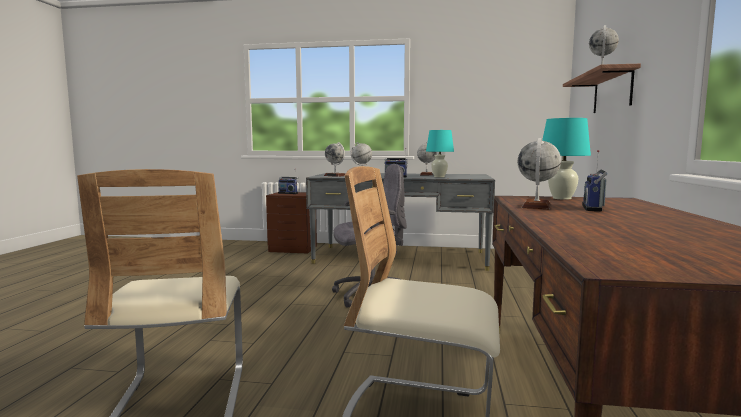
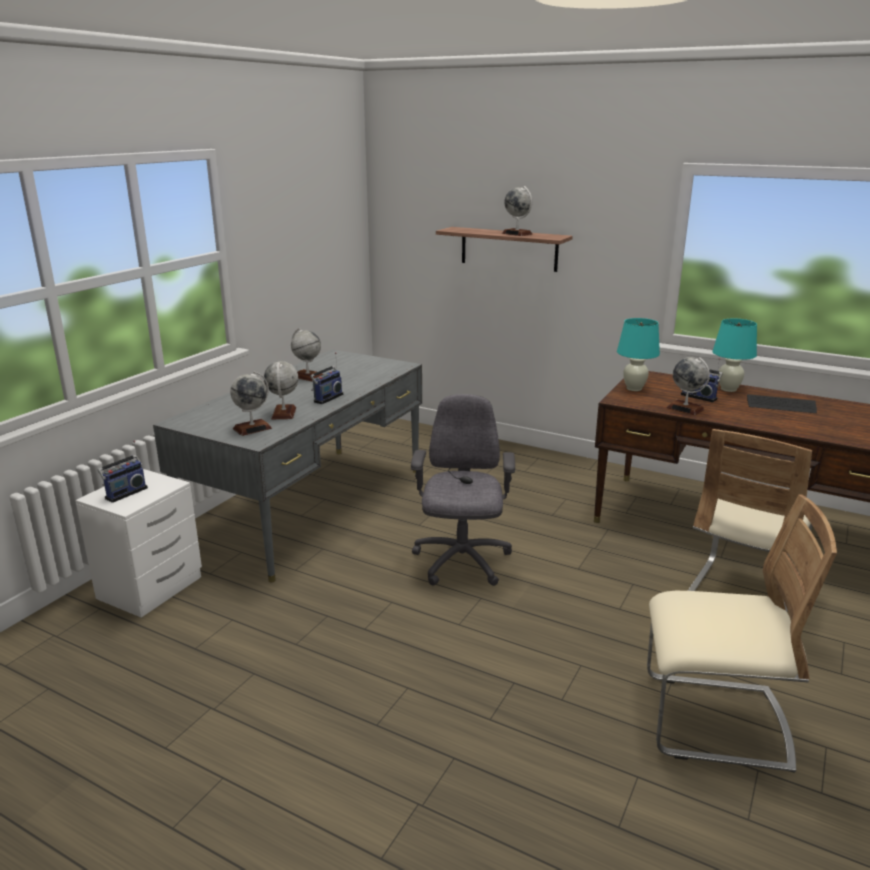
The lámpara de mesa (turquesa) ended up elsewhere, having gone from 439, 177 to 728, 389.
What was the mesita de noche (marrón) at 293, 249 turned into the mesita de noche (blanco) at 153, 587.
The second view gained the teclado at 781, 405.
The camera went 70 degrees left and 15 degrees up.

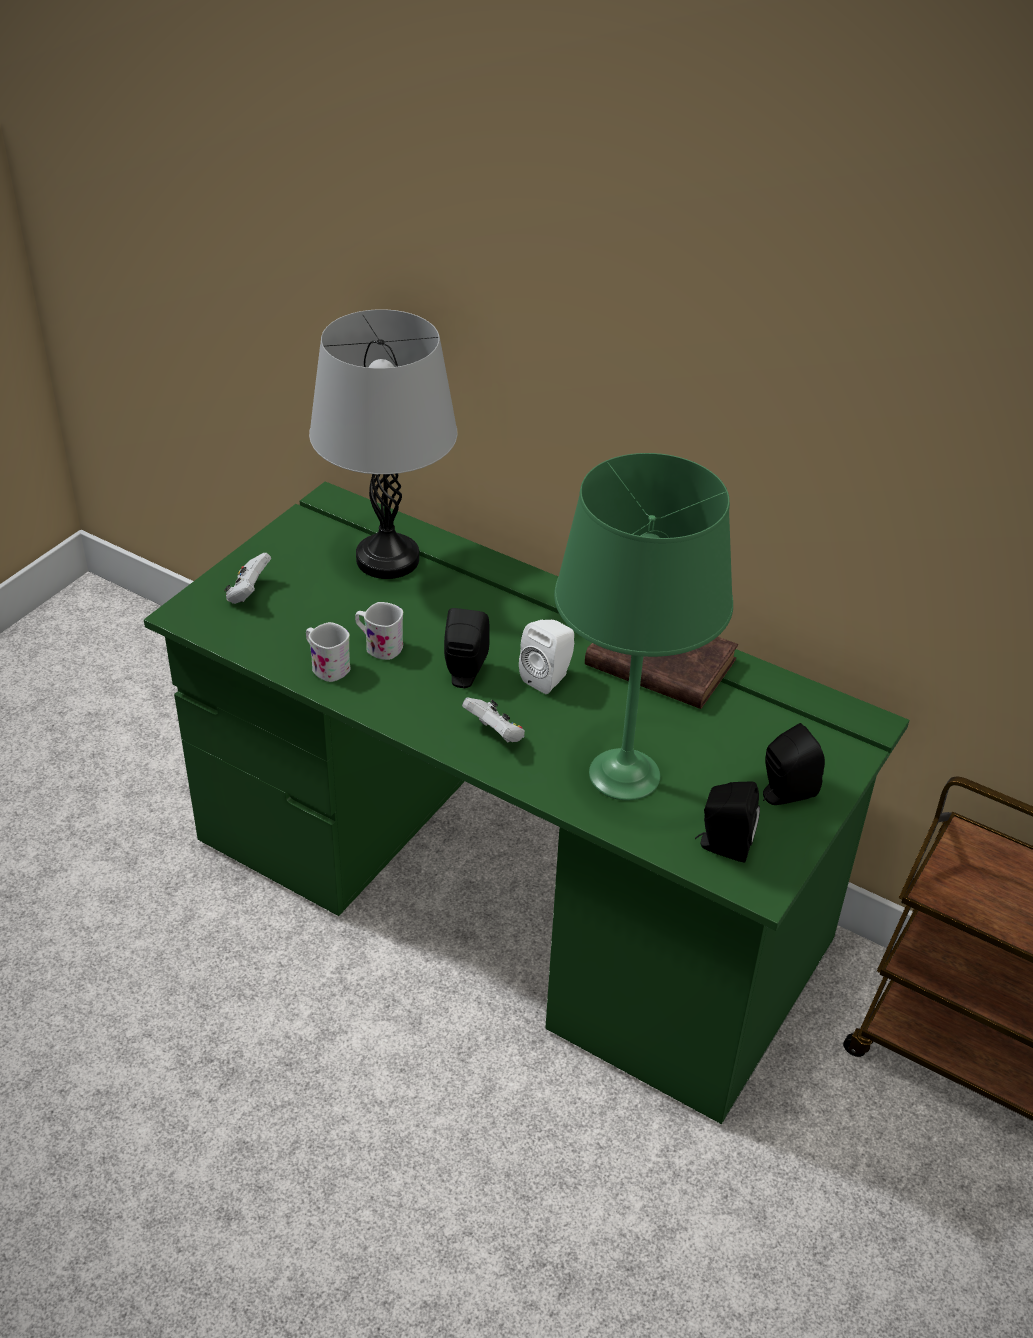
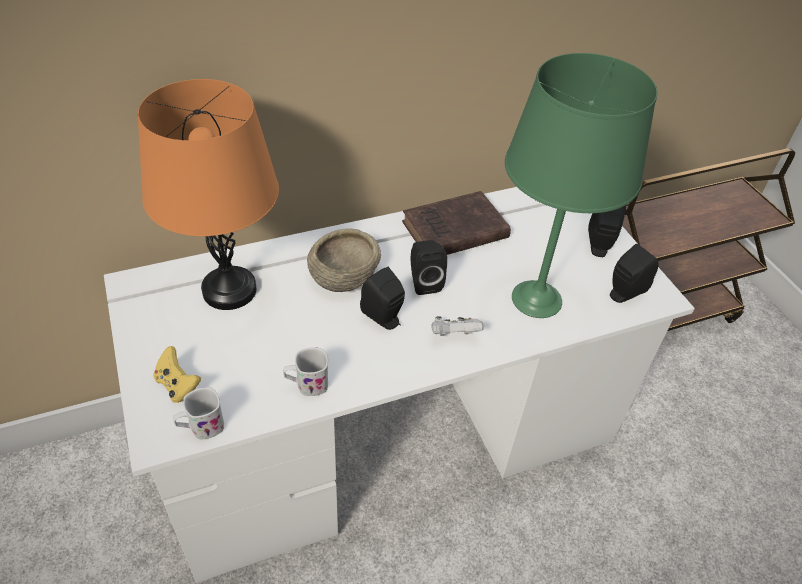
What was the lámpara de mesa (gris) at 387, 559 turned into the lámpara de mesa (naranja) at 229, 290.
What was the escritorio (verde) at 508, 891 turned into the escritorio (blanco) at 390, 432.
What was the mando de consola (blanco) at 248, 593 turned into the mando de consola (amarillo) at 178, 385.
The taza grande (blanco) ended up elsewhere, having gone from 378, 646 to 201, 427.
What was the altavoz (blanco) at 549, 677 turned into the altavoz (negro) at 424, 282.
The second view gained the cuenco (beis) at 344, 272.
The camera went 55 degrees left and 5 degrees up.

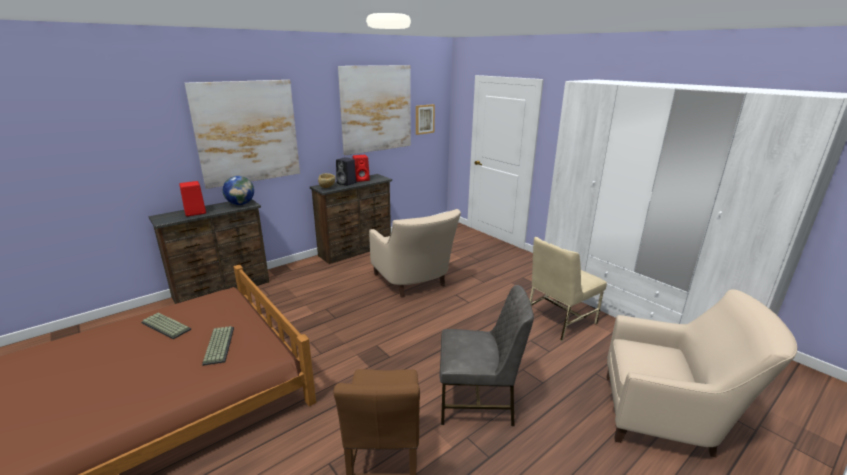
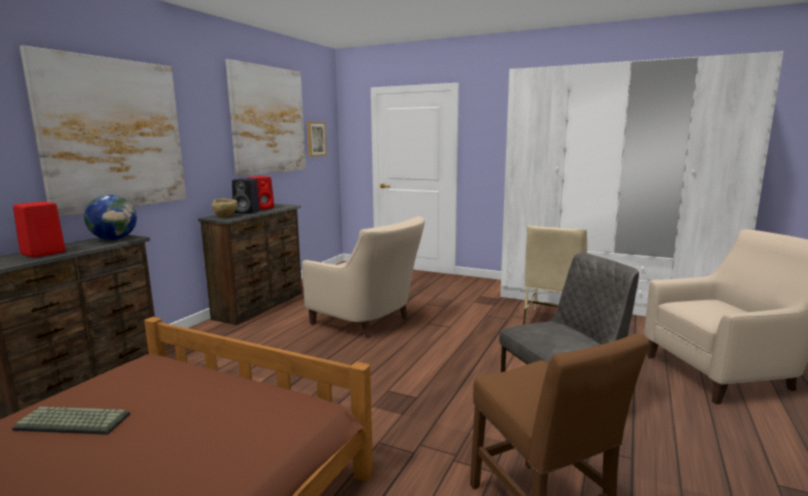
The second view lost the teclado at 218, 345.
The camera went 25 degrees left and 10 degrees down.

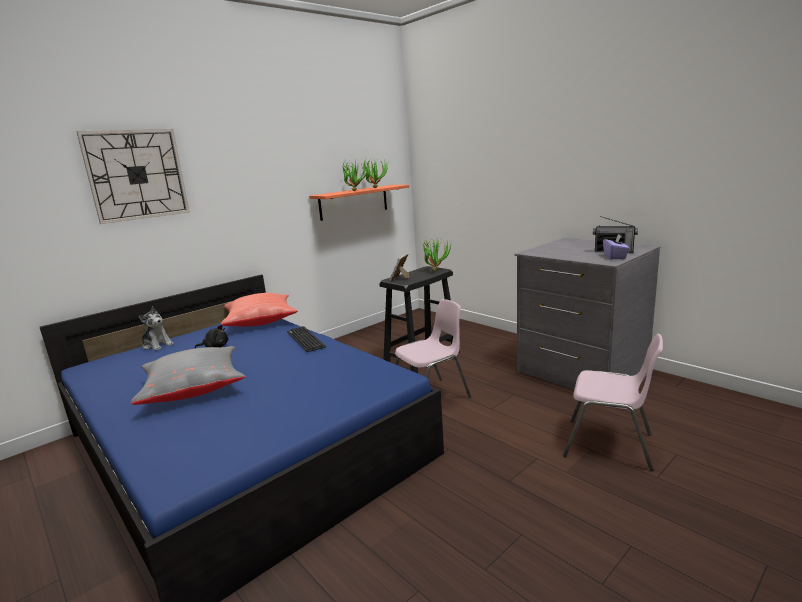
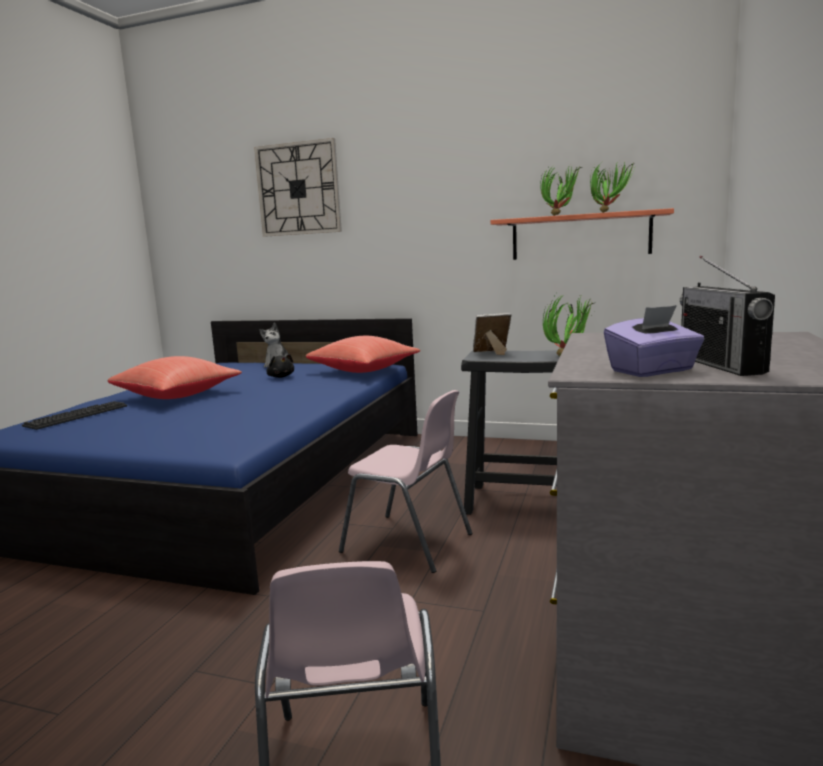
The teclado ended up elsewhere, having gone from 305, 339 to 77, 416.
What was the cojín (gris) at 193, 389 turned into the cojín (rojo) at 178, 396.
The camera went 60 degrees right and 5 degrees down.

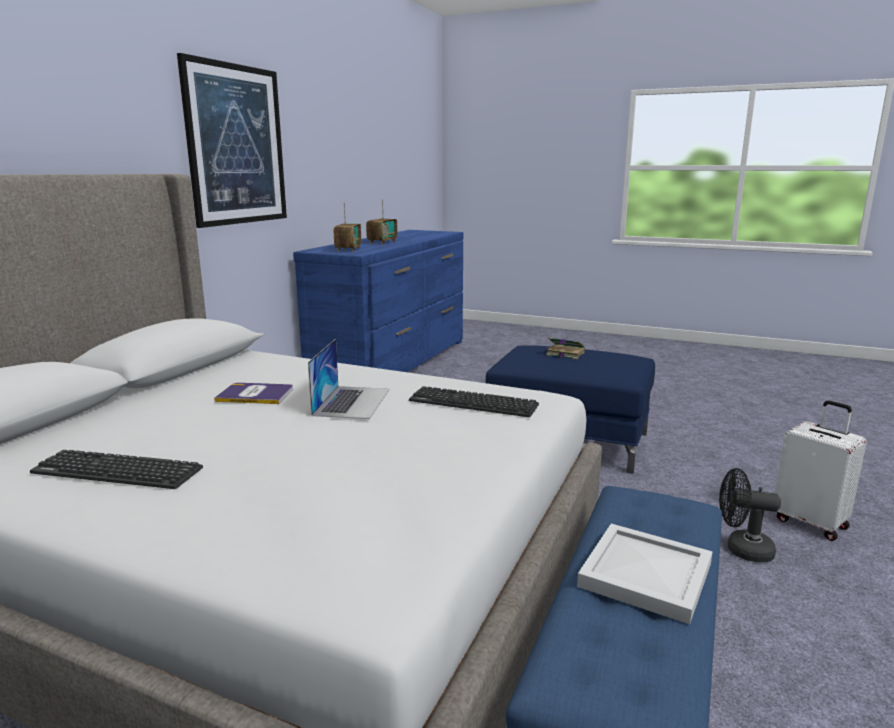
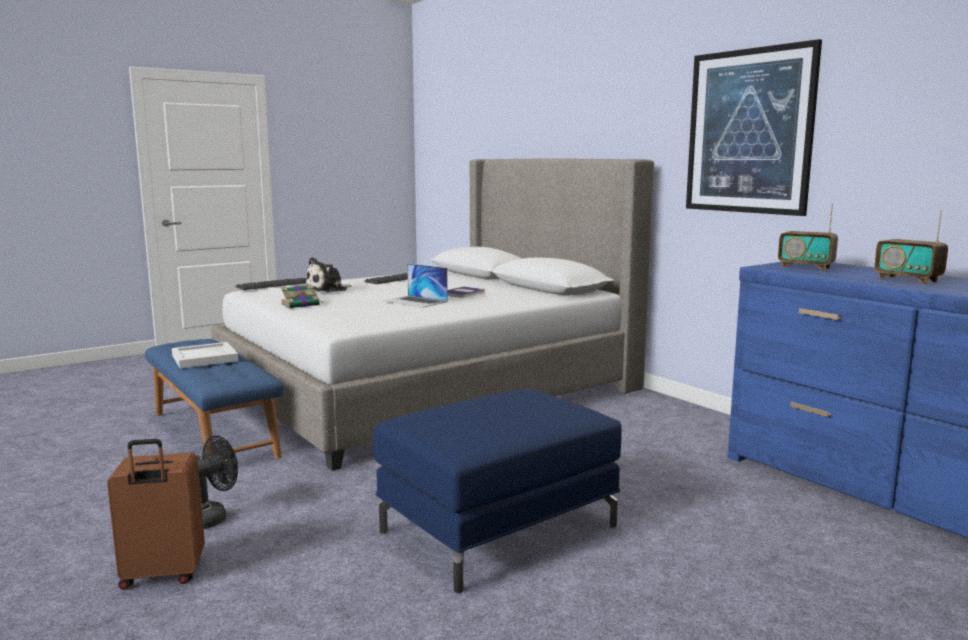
The libro ended up elsewhere, having gone from 564, 353 to 301, 304.
The teclado ended up elsewhere, having gone from 473, 403 to 274, 285.
What was the maleta (blanco) at 810, 523 turned into the maleta (marrón) at 162, 575.
The second view gained the peluche at 328, 289.
The camera went 120 degrees right and 5 degrees down.

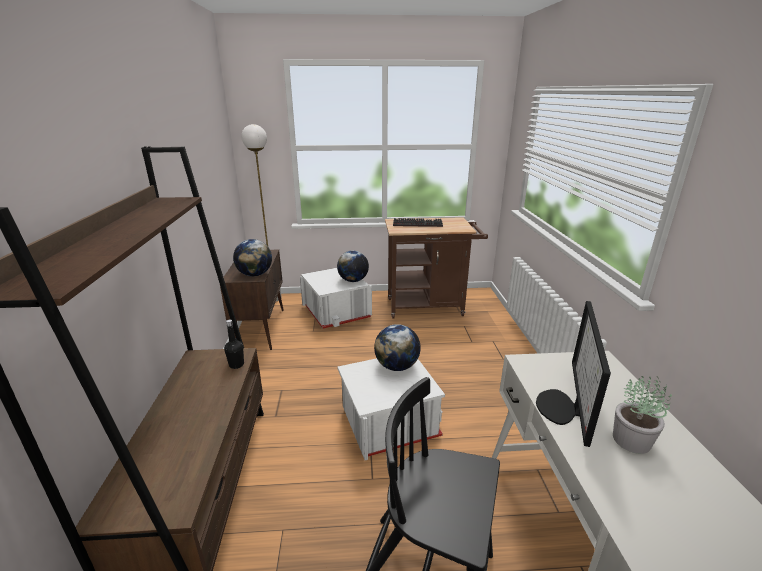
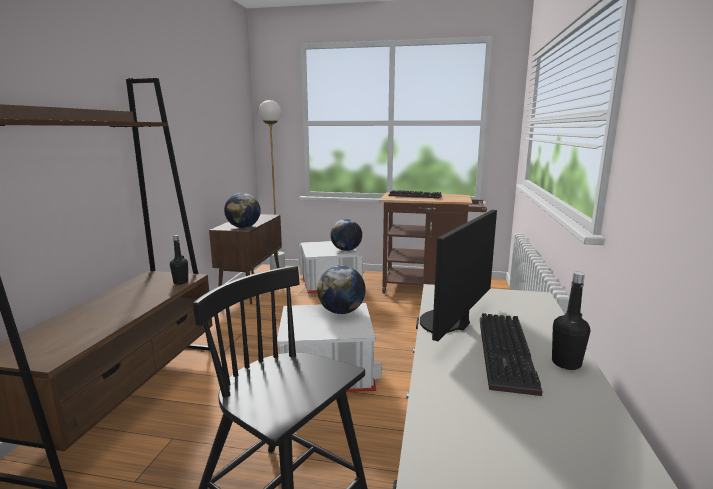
Where the planta en maceta stood at 632, 441, the teclado came to stand at 508, 354.
The second view gained the botella (negro) at 566, 363.
The camera went 15 degrees right and 10 degrees down.

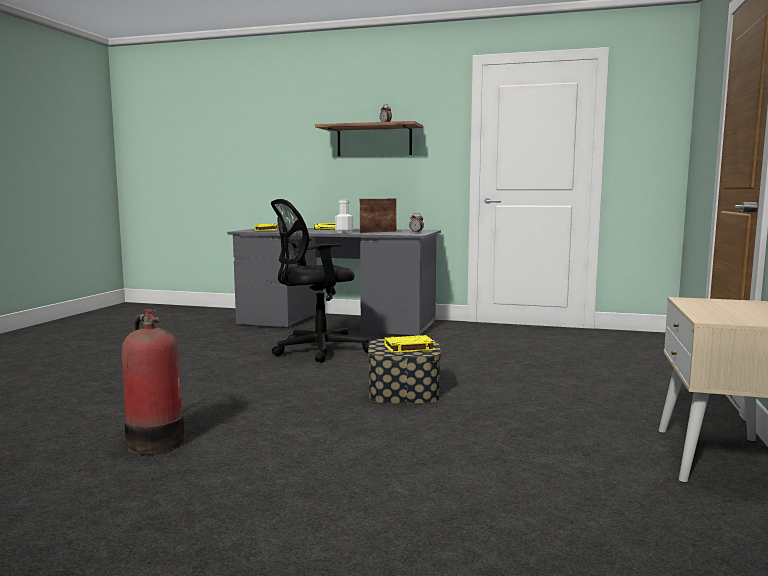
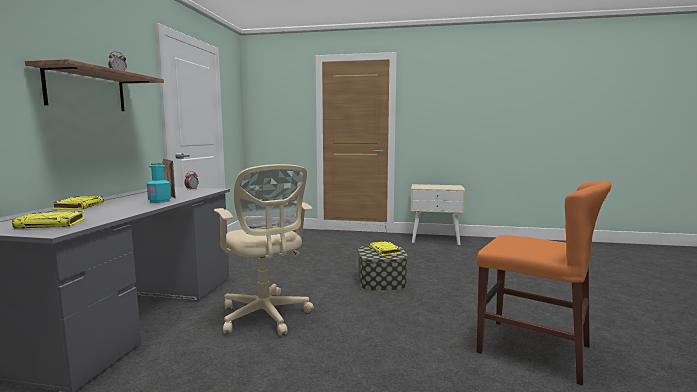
What was the silla de oficina (negro) at 316, 350 turned into the silla de oficina (beis) at 266, 316.
What was the botella (blanco) at 344, 232 turned into the botella (turquesa) at 159, 201.
Where the extintor stood at 154, 441, the silla (naranja) came to stand at 533, 349.
The camera went 95 degrees left and 0 degrees up.

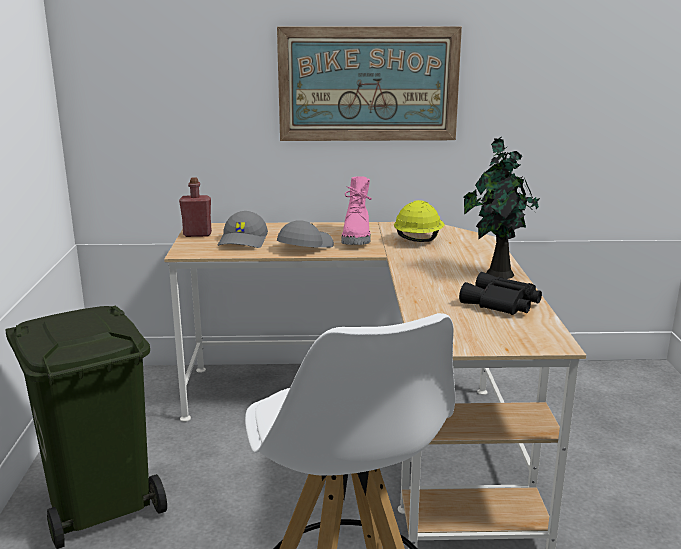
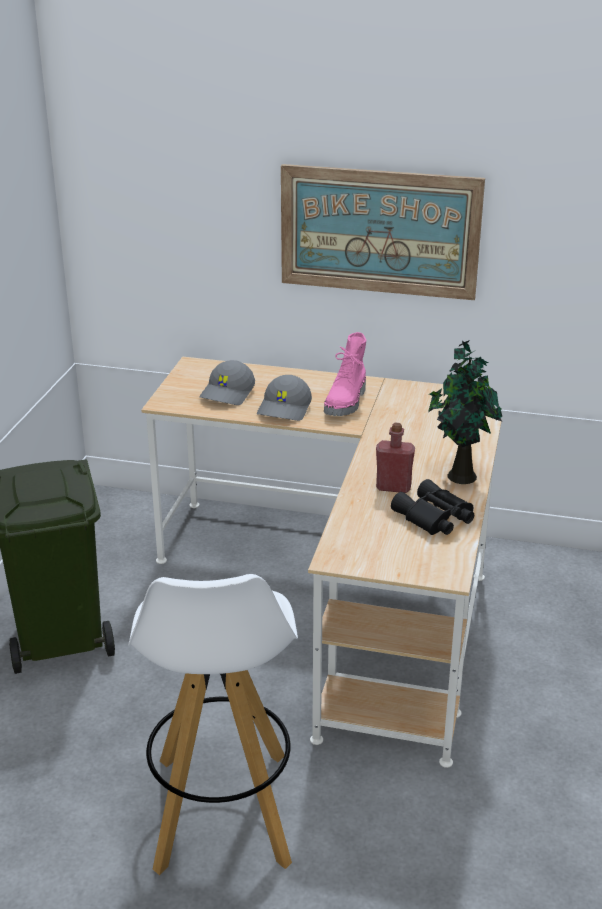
The botella (rojo) ended up elsewhere, having gone from 197, 234 to 393, 487.
The second view lost the casco (amarillo) at 418, 240.
The gorra (gris) at 304, 246 ended up facing another way, 150 degrees clockwise from before.
The camera went 15 degrees right and 10 degrees up.

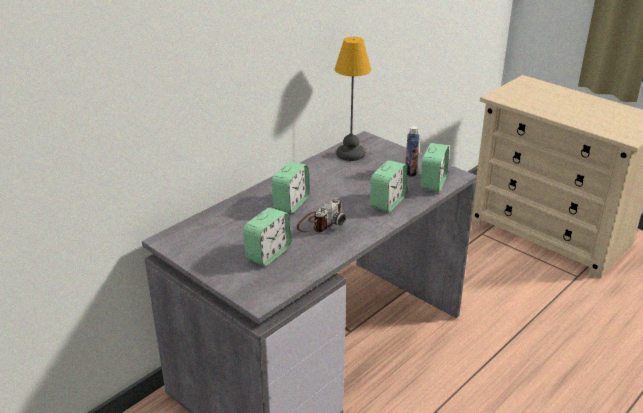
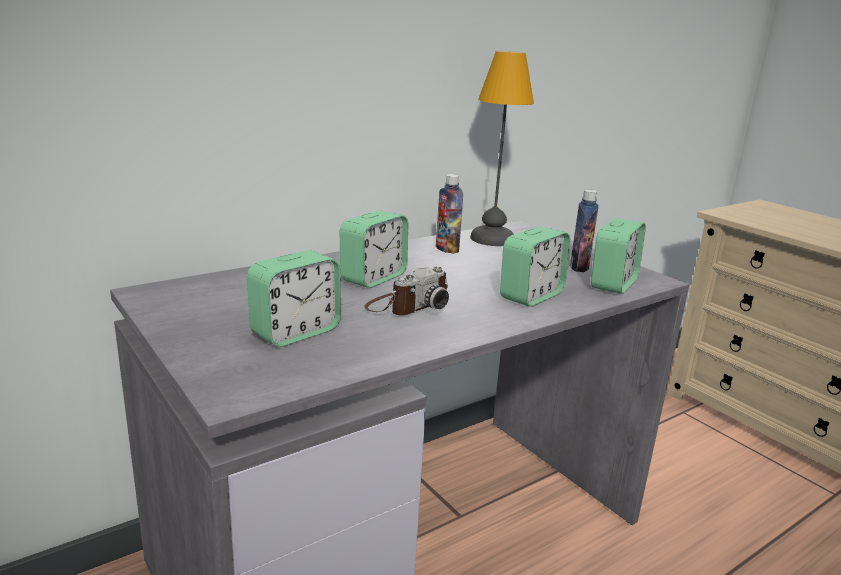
The second view gained the botella at 447, 249.
The camera went 10 degrees right and 10 degrees down.

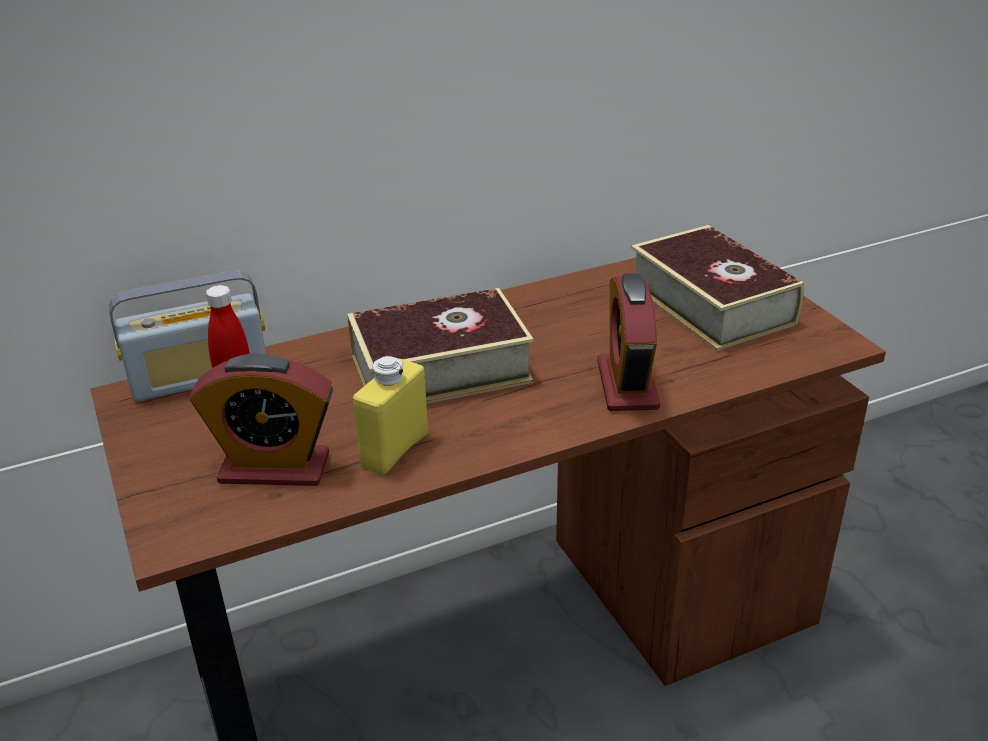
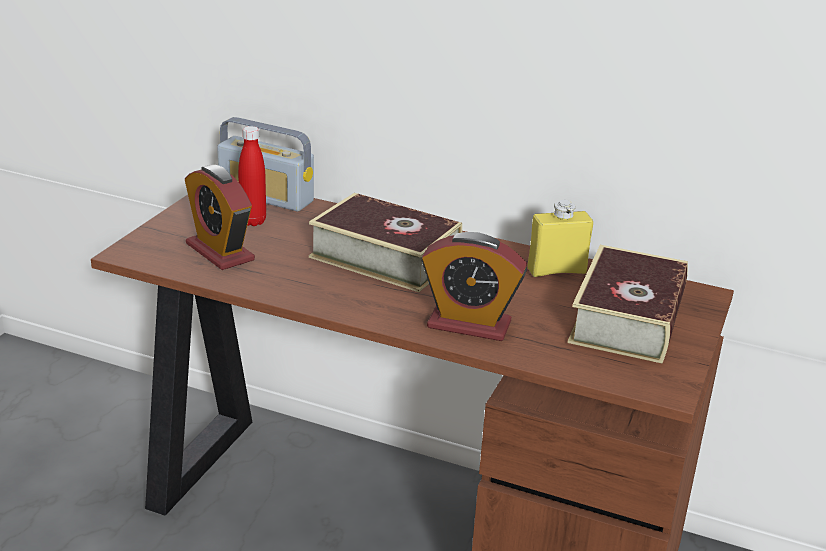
The despertador at 627, 385 ended up facing another way, 120 degrees counterclockwise from before.
The botella (amarillo) ended up elsewhere, having gone from 395, 450 to 556, 271.
The camera went 45 degrees right and 5 degrees down.

